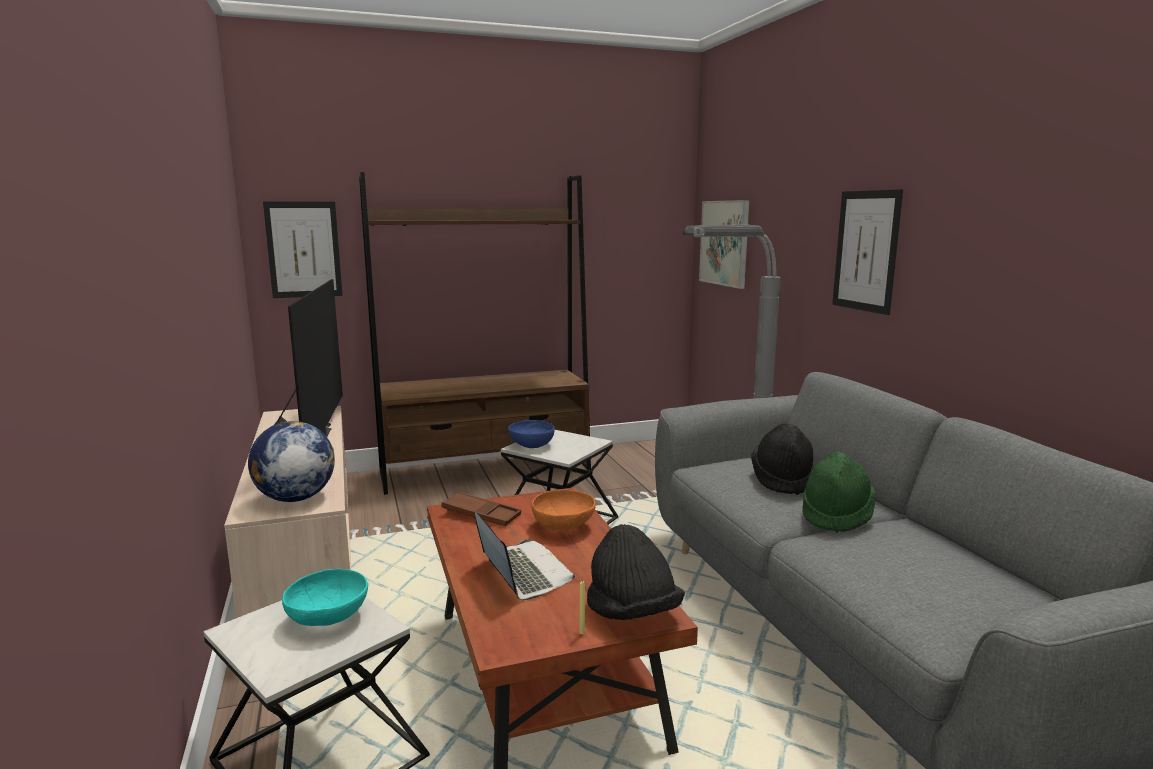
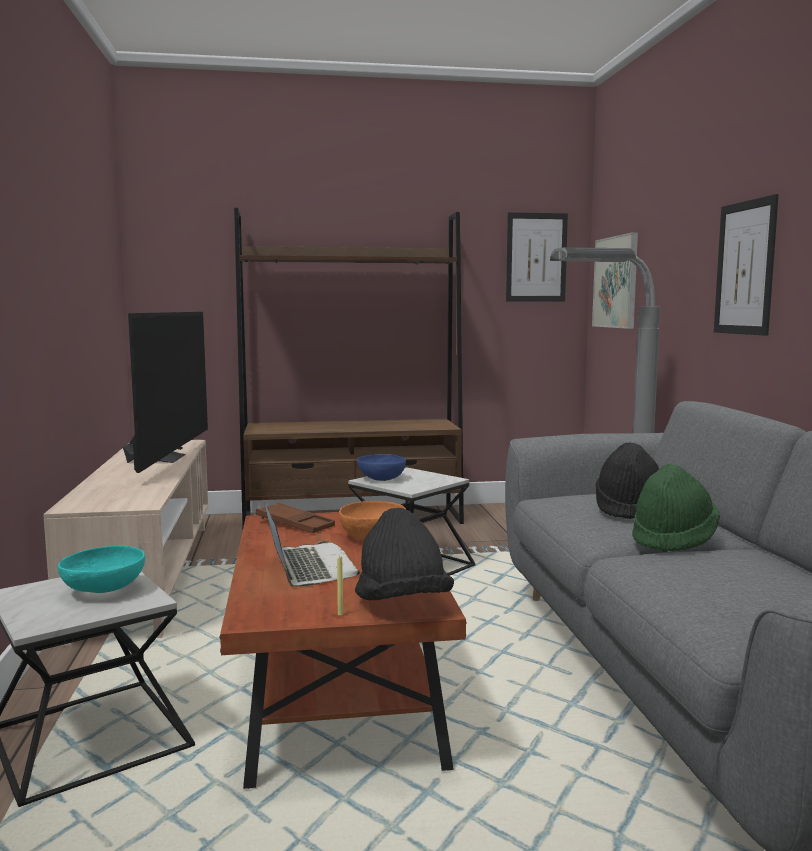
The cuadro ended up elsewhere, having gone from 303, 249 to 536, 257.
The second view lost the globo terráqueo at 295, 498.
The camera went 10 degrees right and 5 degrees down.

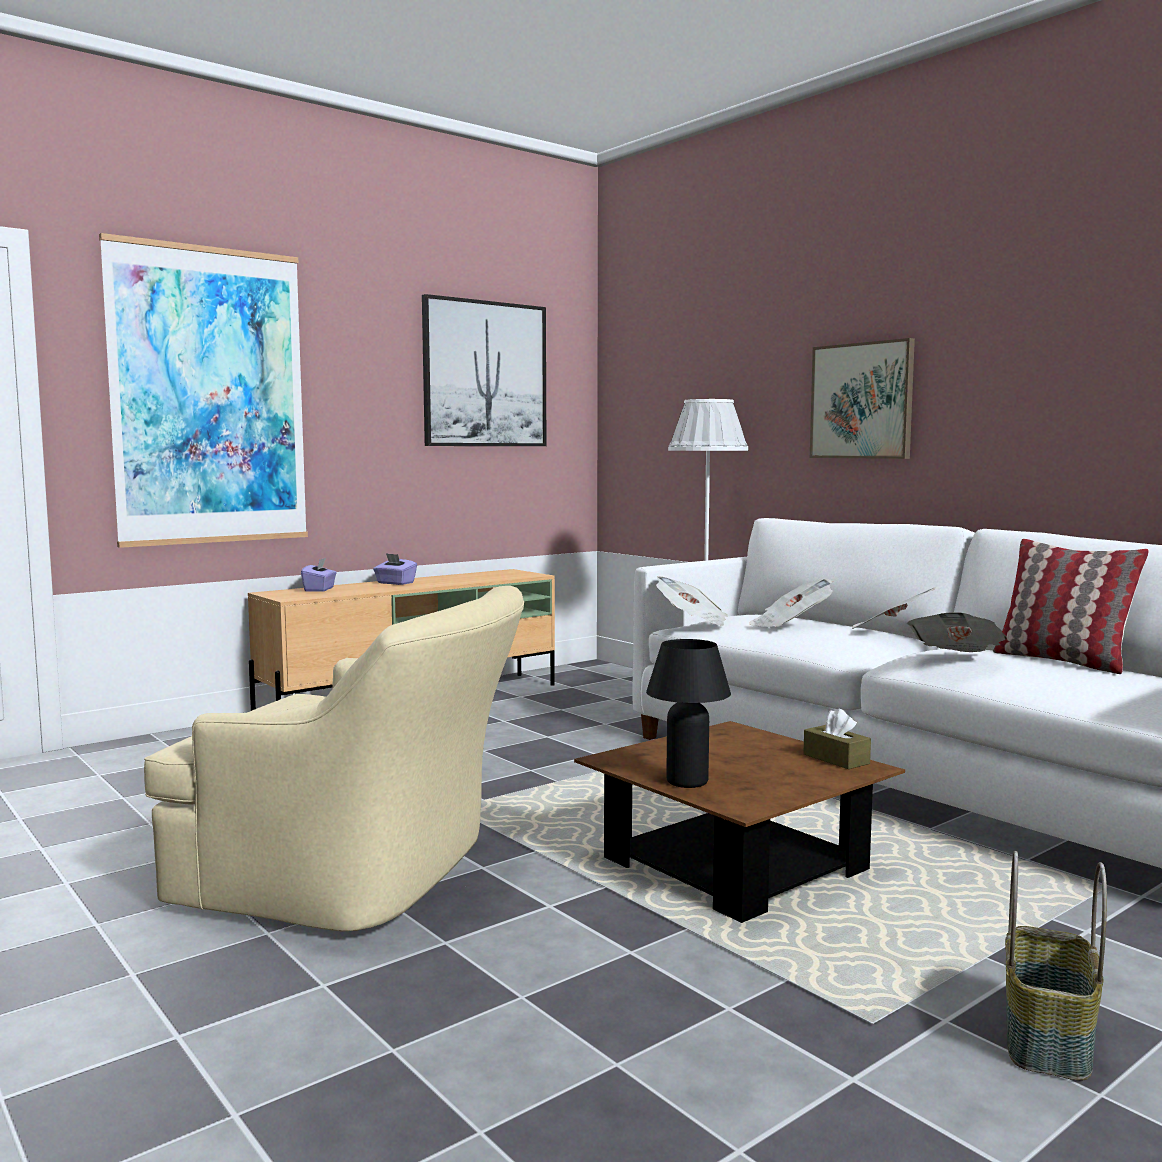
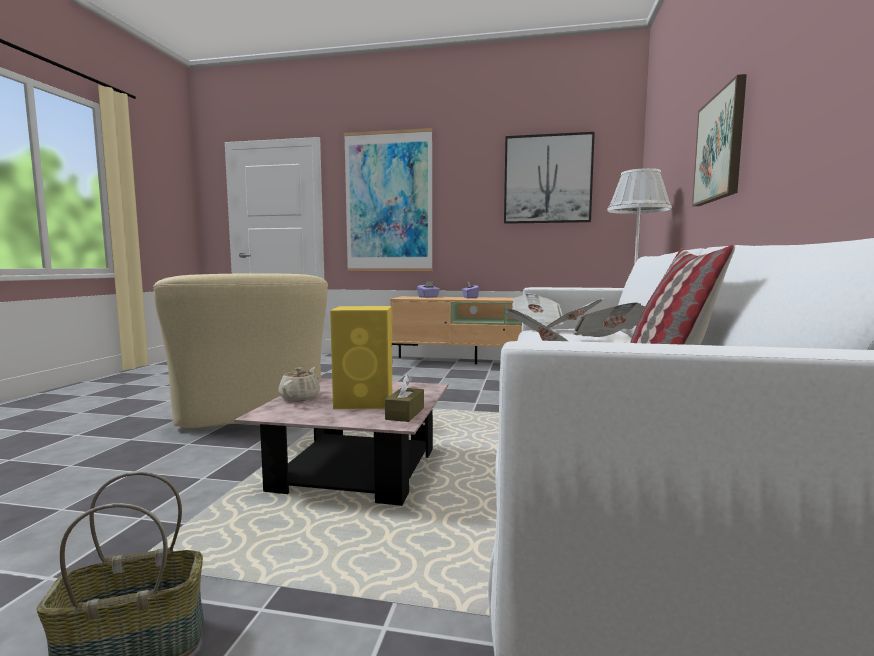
Where the lámpara de mesa (negro) stood at 687, 782, the tetera (beis) came to stand at 300, 398.
What was the mesa de centro (marrón) at 734, 864 turned into the mesa de centro (rosa) at 356, 469.
The second view gained the altavoz (amarillo) at 365, 401.
The camera went 50 degrees right and 0 degrees up.

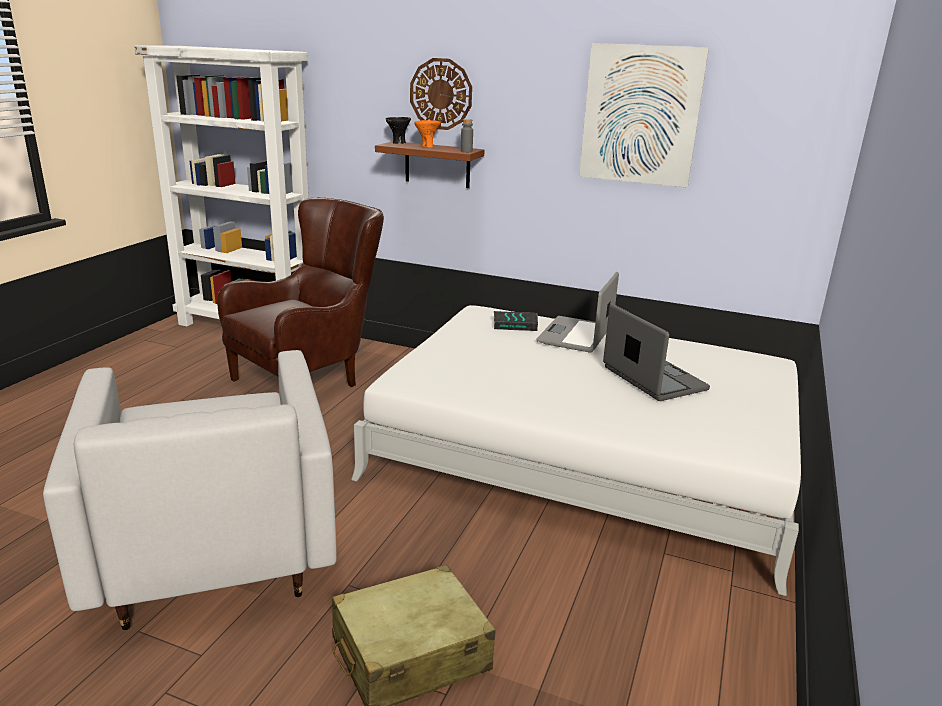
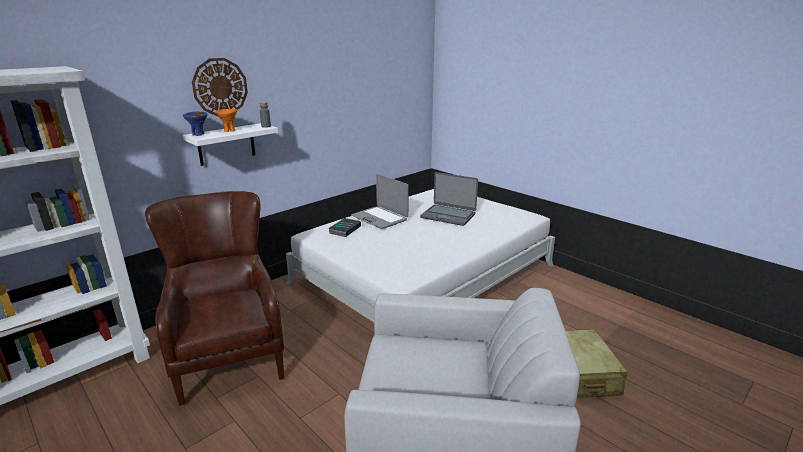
The second view lost the cuadro at 640, 115.
What was the cuenco (negro) at 398, 143 turned into the cuenco (azul) at 198, 134.
What was the estante (marrón) at 437, 165 turned into the estante (blanco) at 226, 144.
The portátil at 653, 379 ended up facing another way, 150 degrees counterclockwise from before.
The camera went 65 degrees left and 0 degrees up.

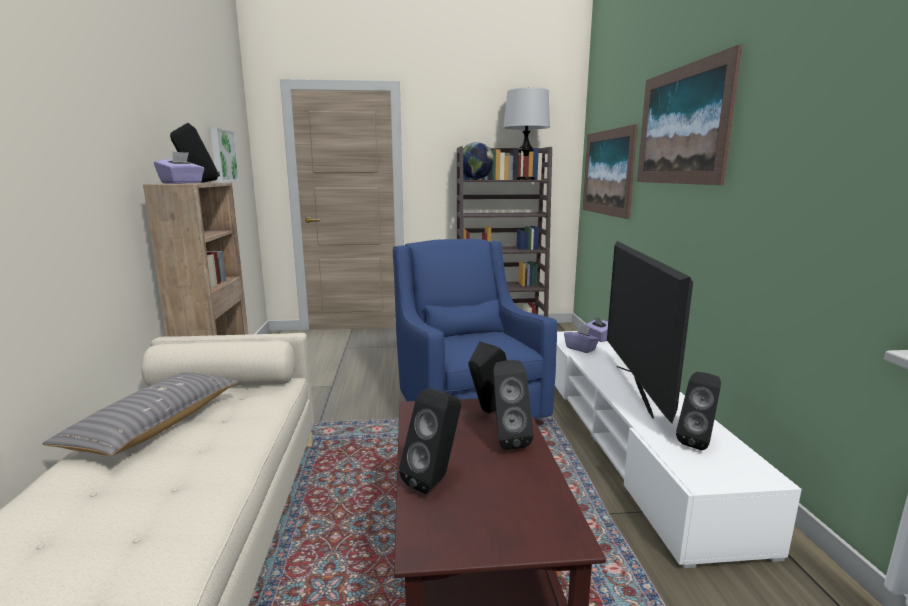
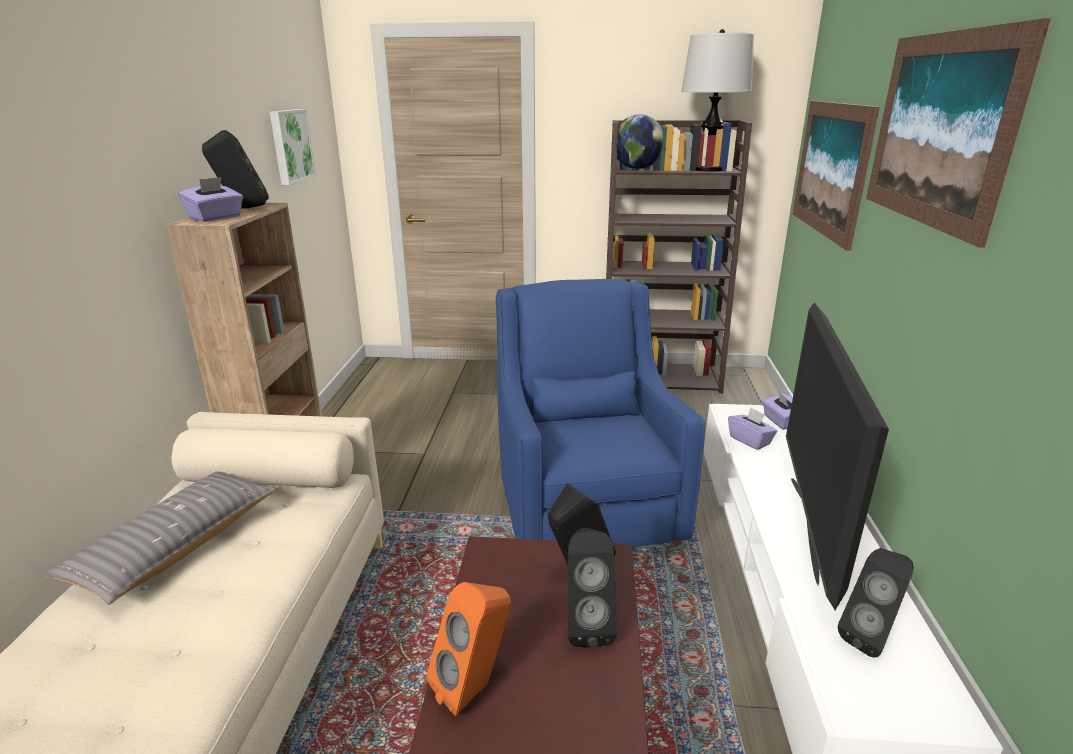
What was the altavoz (negro) at 435, 480 turned into the altavoz (naranja) at 475, 687.
The camera went 10 degrees right and 10 degrees up.

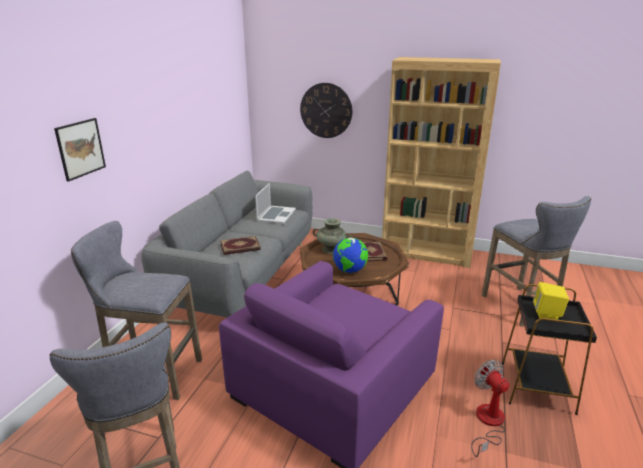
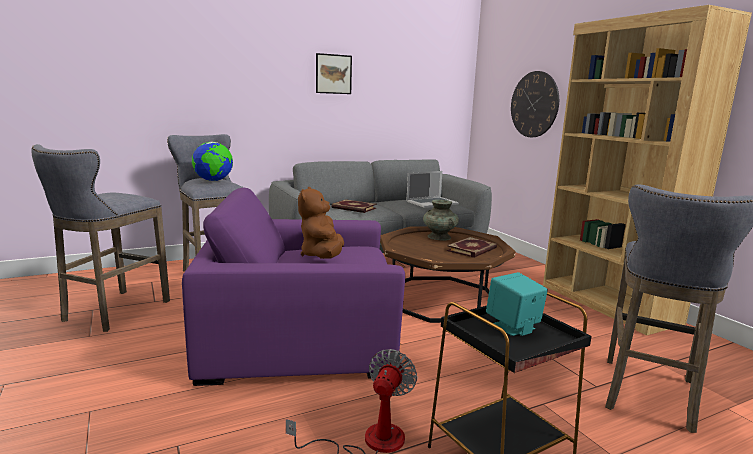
The cuadro ended up elsewhere, having gone from 80, 148 to 333, 74.
The globo terráqueo ended up elsewhere, having gone from 350, 270 to 213, 181.
What was the altavoz (amarillo) at 547, 314 turned into the altavoz (turquesa) at 513, 327.
The second view gained the peluche (marrón) at 322, 256.
The camera went 45 degrees right and 10 degrees down.

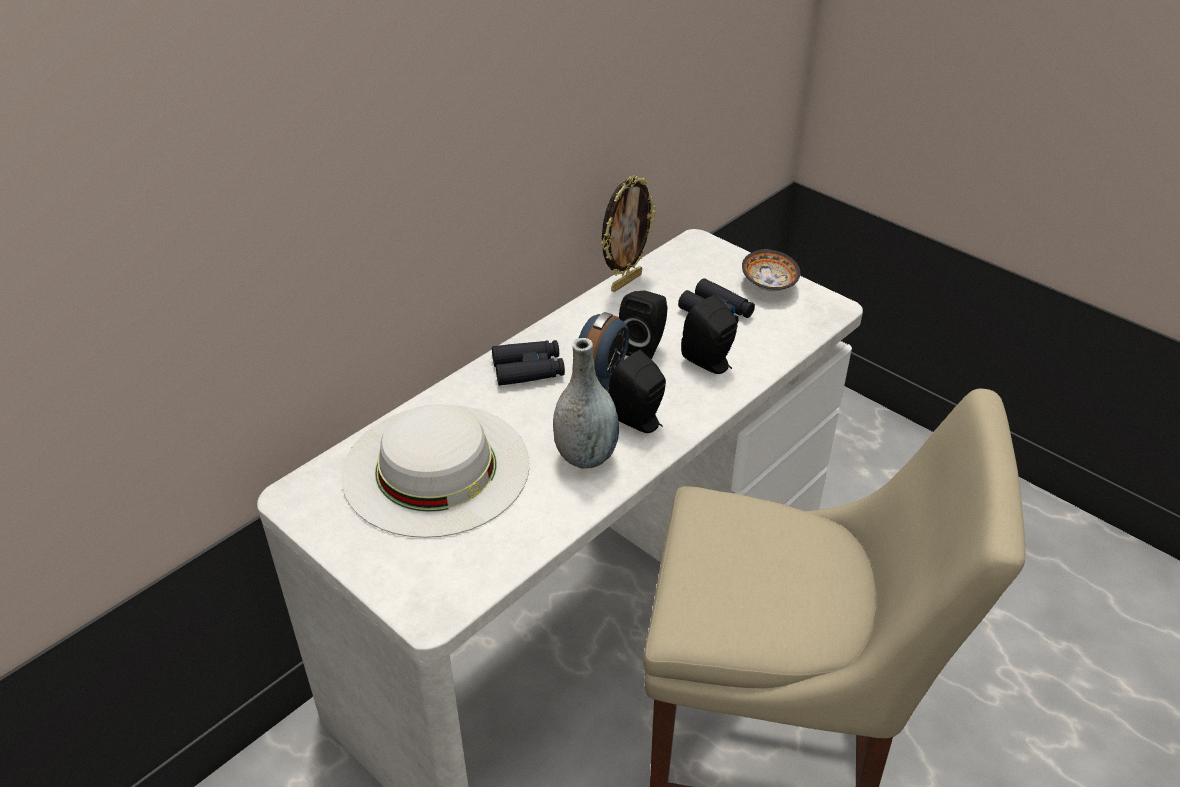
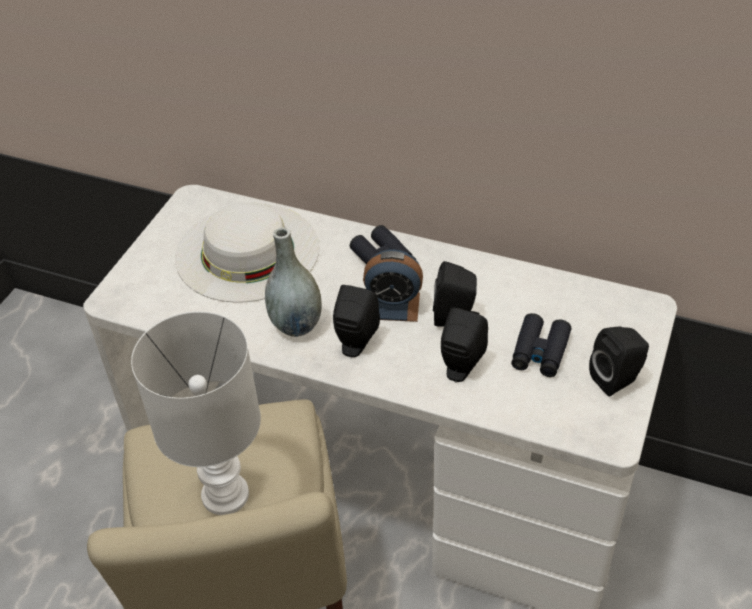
The second view lost the portarretratos at 625, 282.
Where the cuenco stood at 769, 284, the altavoz (negro) came to stand at 617, 379.
The second view gained the lámpara de mesa (blanco) at 223, 496.
The camera went 70 degrees right and 5 degrees up.

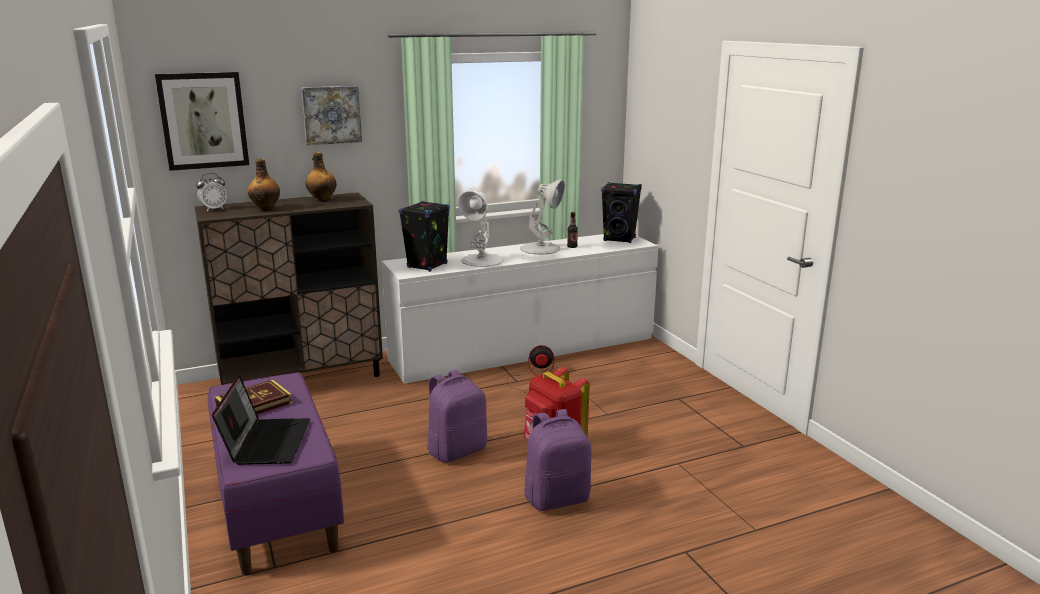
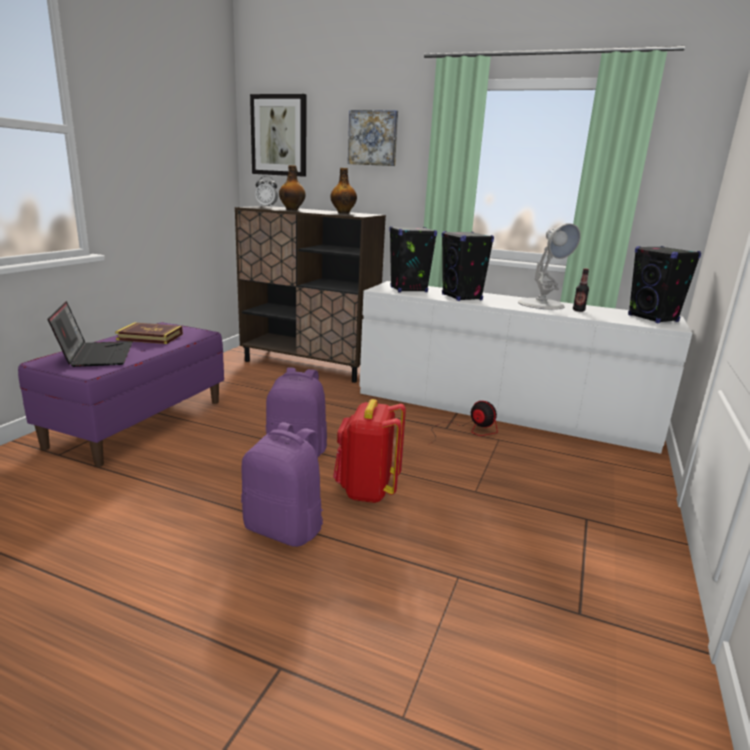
Where the lámpara de mesa (blanco) stood at 482, 260, the altavoz (negro) came to stand at 462, 297.
The portátil at 266, 442 ended up facing another way, 60 degrees counterclockwise from before.
The camera went 45 degrees right and 0 degrees up.

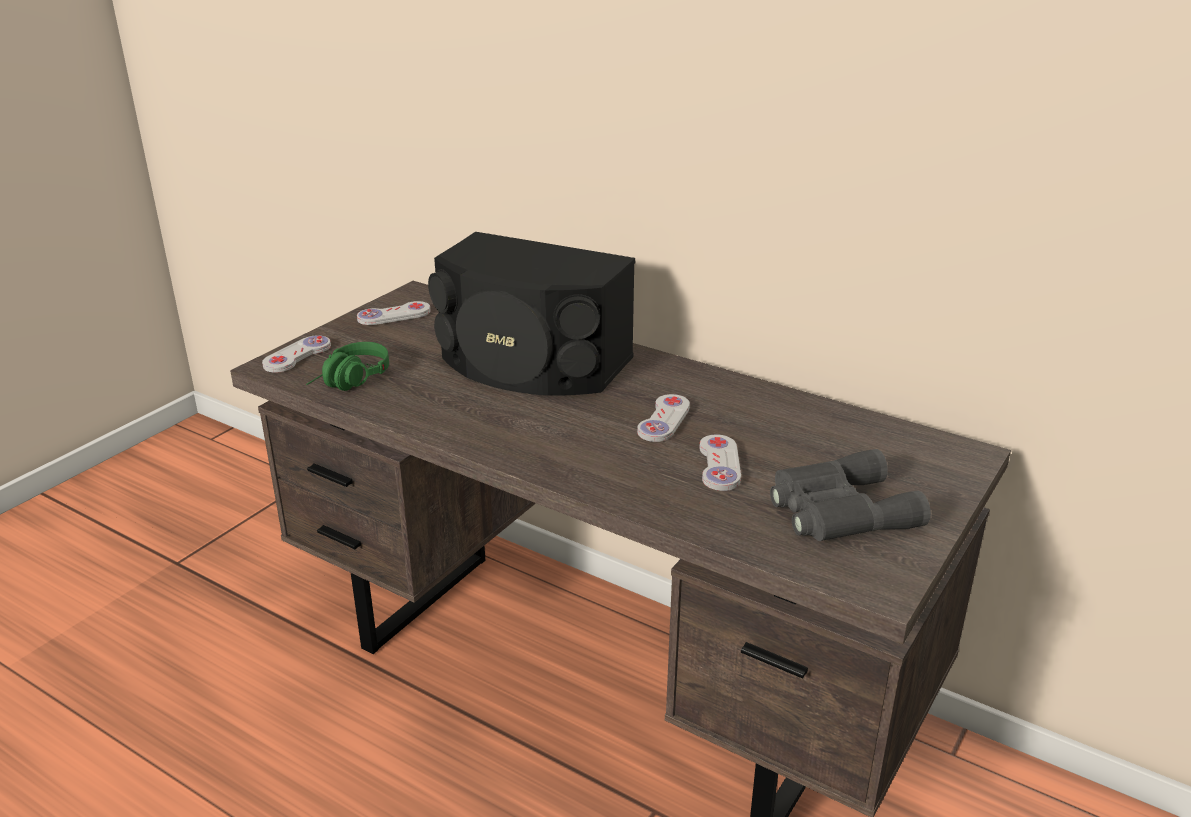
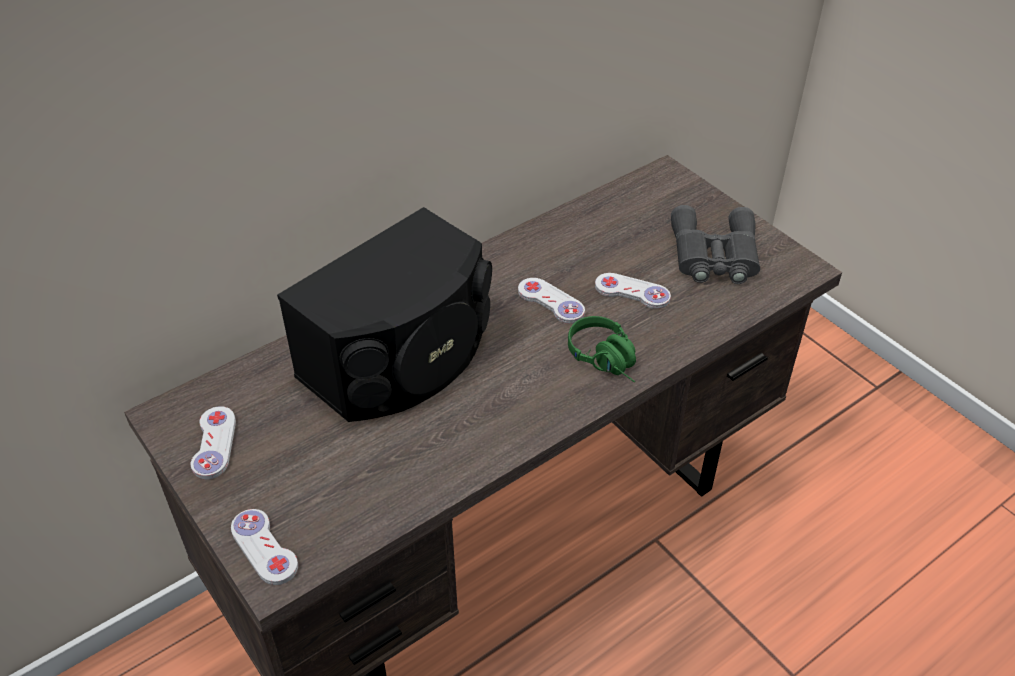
The auriculares (verde) ended up elsewhere, having gone from 350, 382 to 608, 361.
The camera went 70 degrees left and 15 degrees up.

